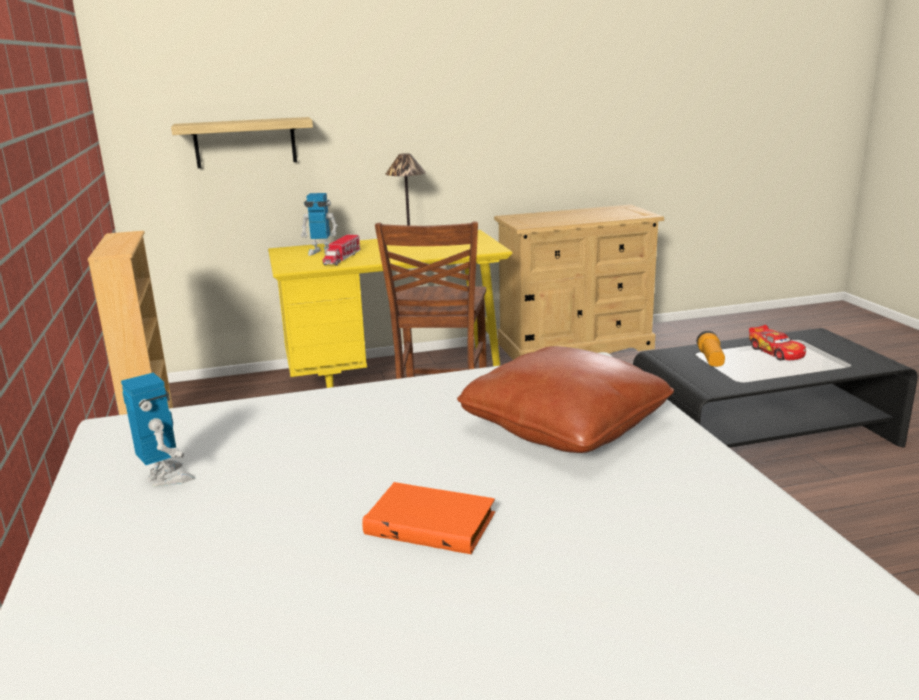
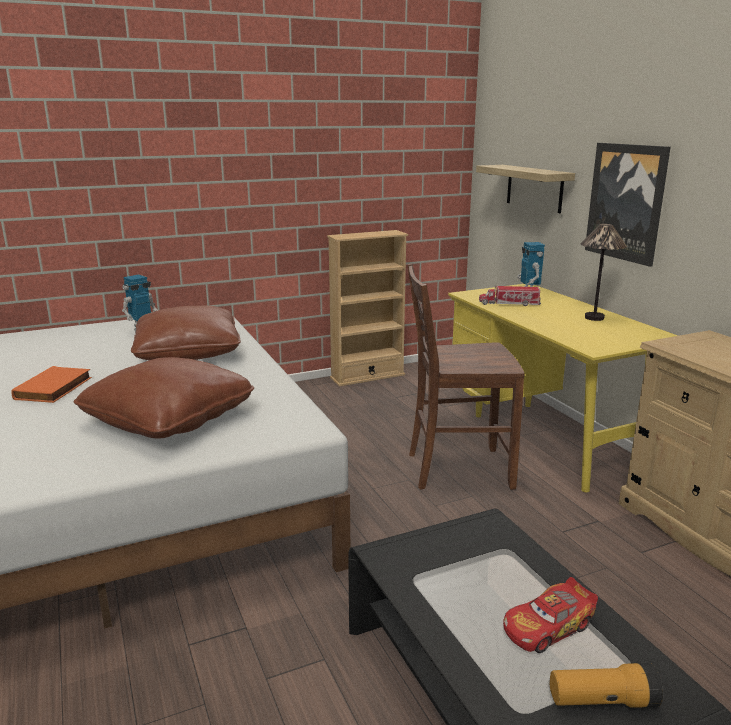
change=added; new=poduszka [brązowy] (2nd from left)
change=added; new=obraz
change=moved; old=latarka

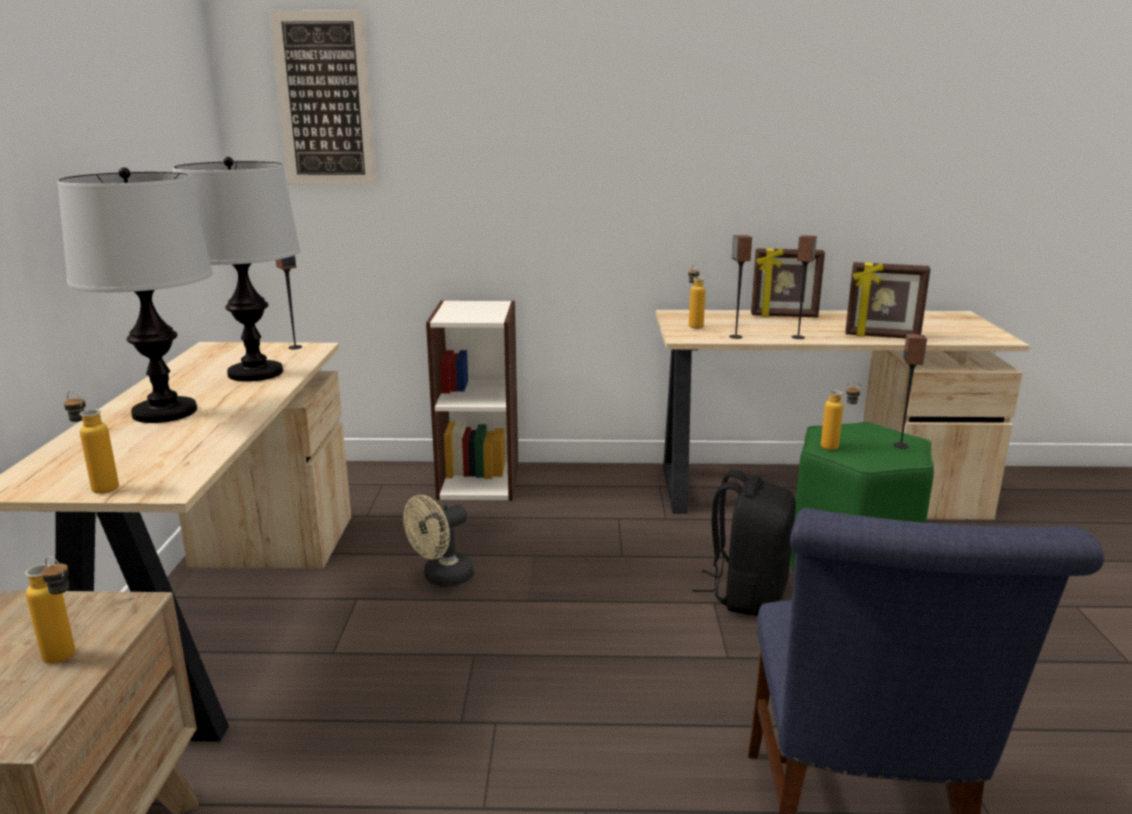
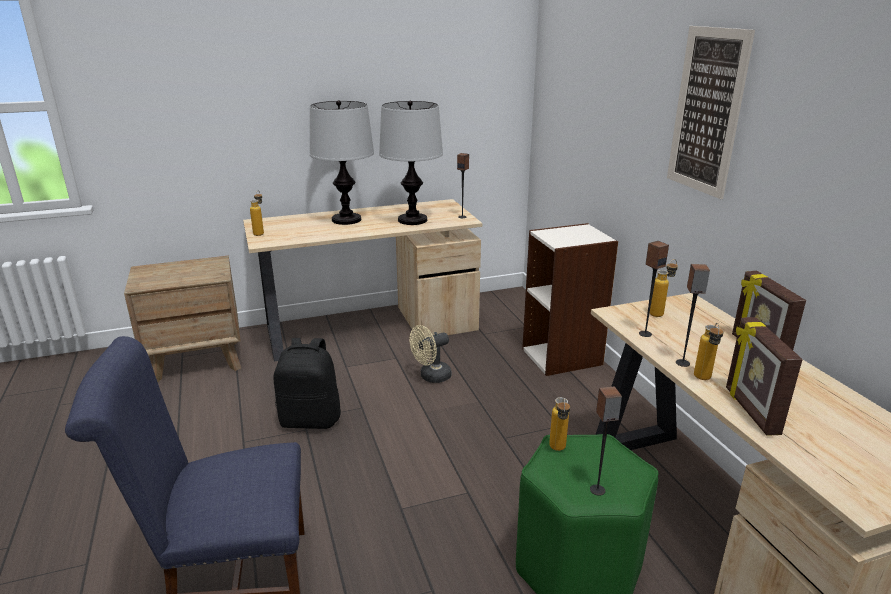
change=moved; old=butelka (1st from left in the first image); new=butelka (4th from left)
change=moved; old=obraz
change=moved; old=plecak [czarny]
change=turned; old=wentylator [beżowy]; degrees=-60

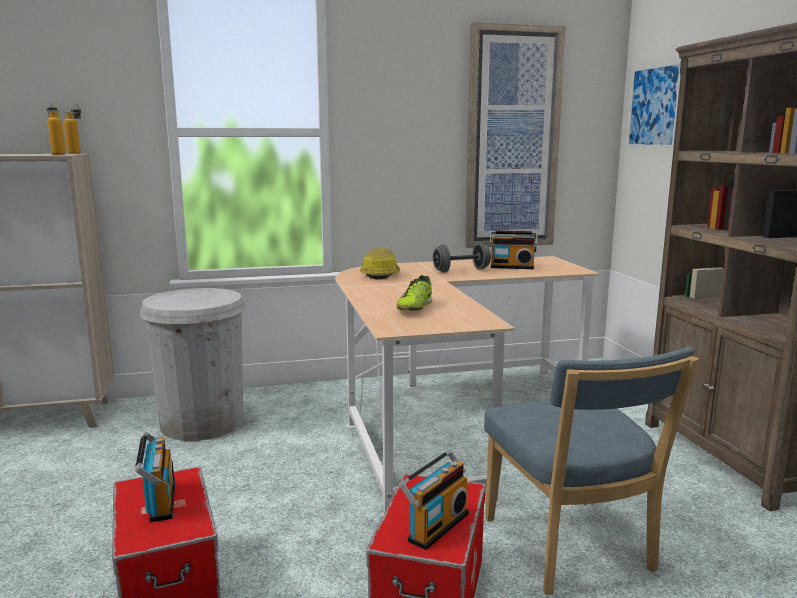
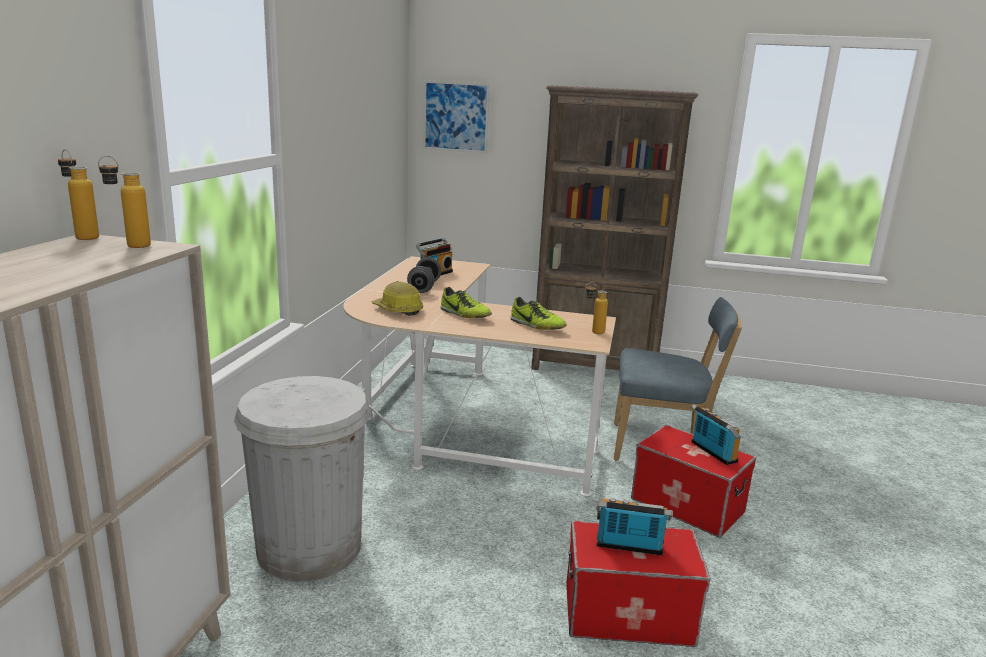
change=removed; old=obraz (1st from left)
change=added; new=but (1st from left)
change=added; new=butelka (3rd from left)

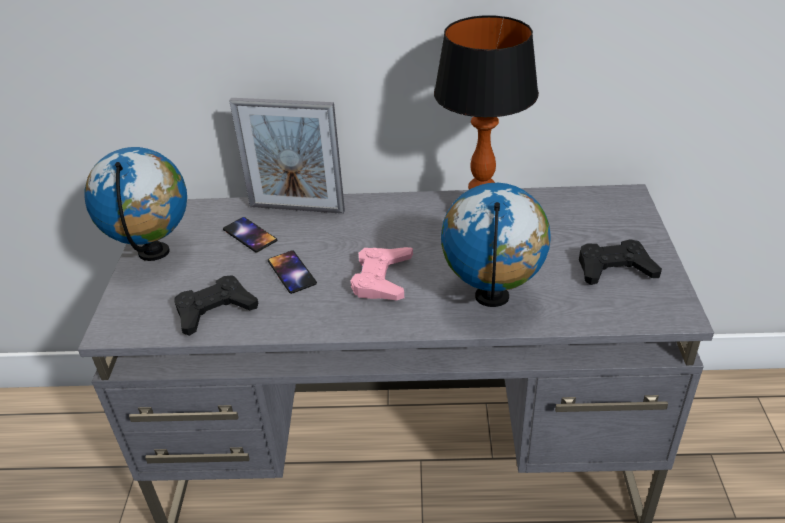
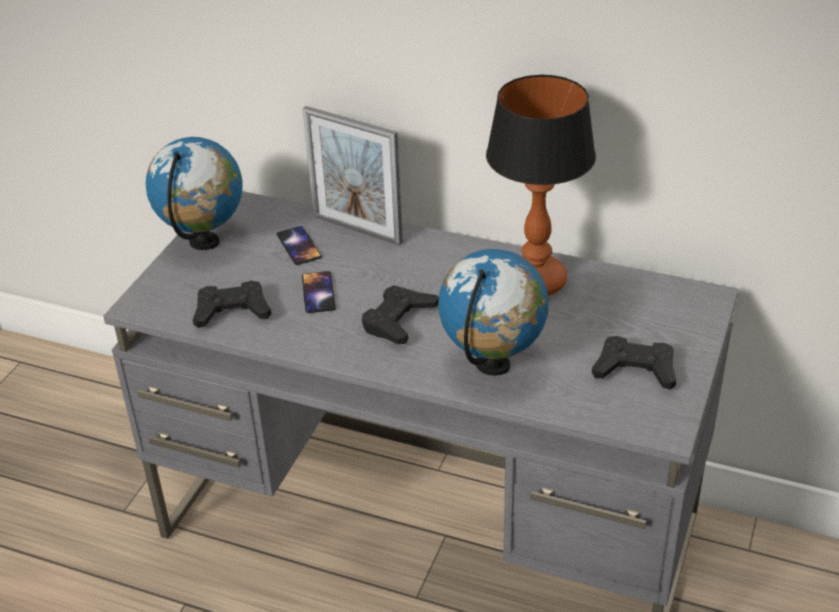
change=recoloured; old=pad do gier [różowy]; new=pad do gier [czarny] (2nd from left)

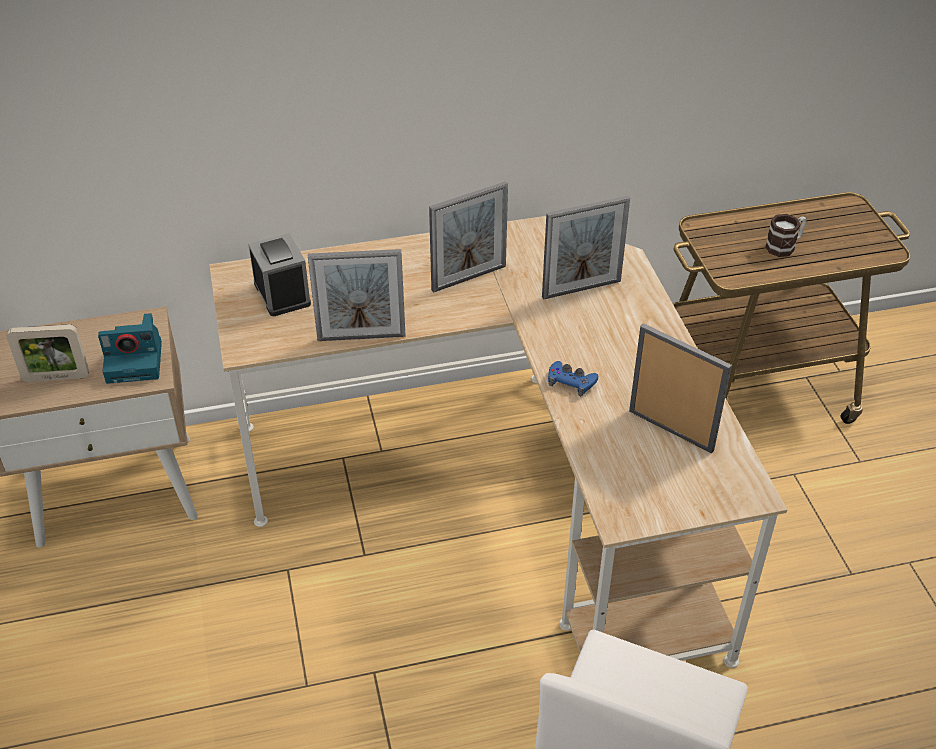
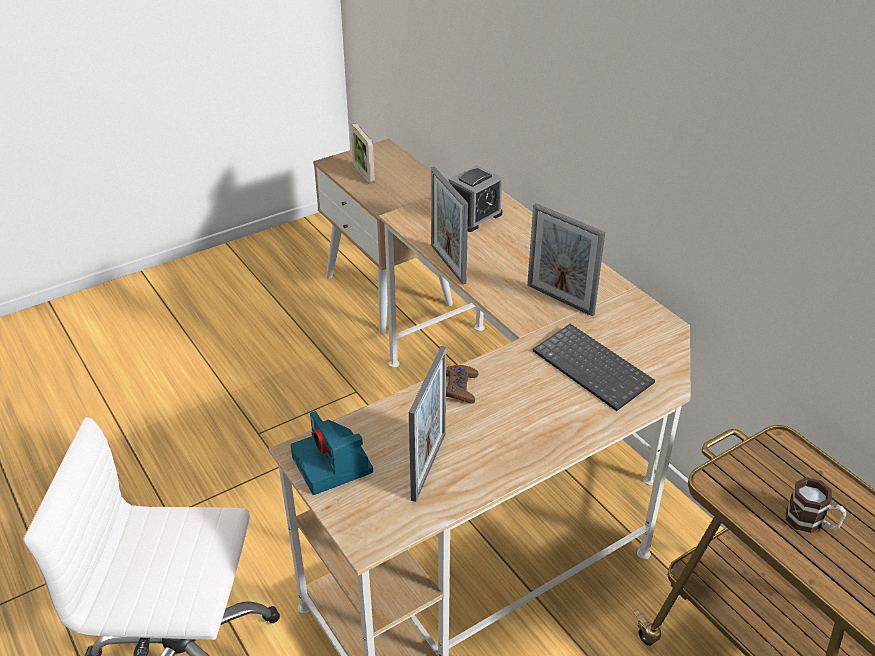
change=moved; old=aparat fotograficzny
change=replaced; old=ramka na zdjęcie (4th from left); new=klawiatura
change=recoloured; old=pad do gier [niebieski]; new=pad do gier [brązowy]

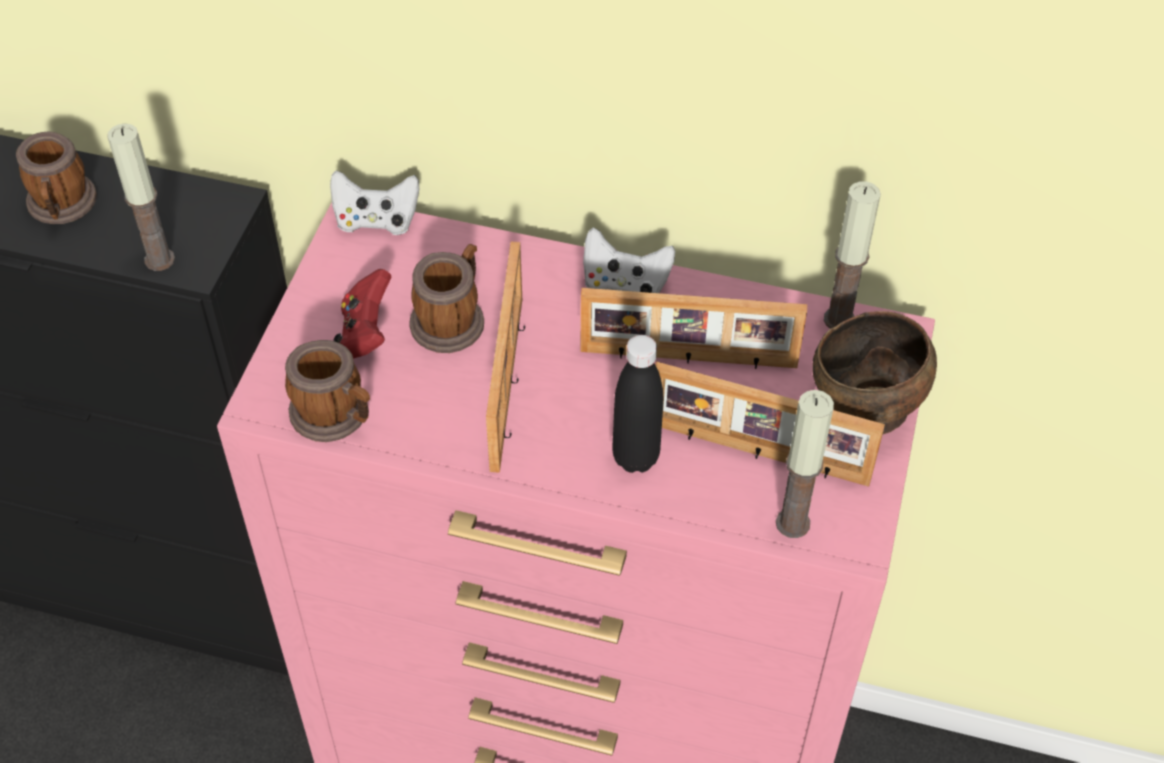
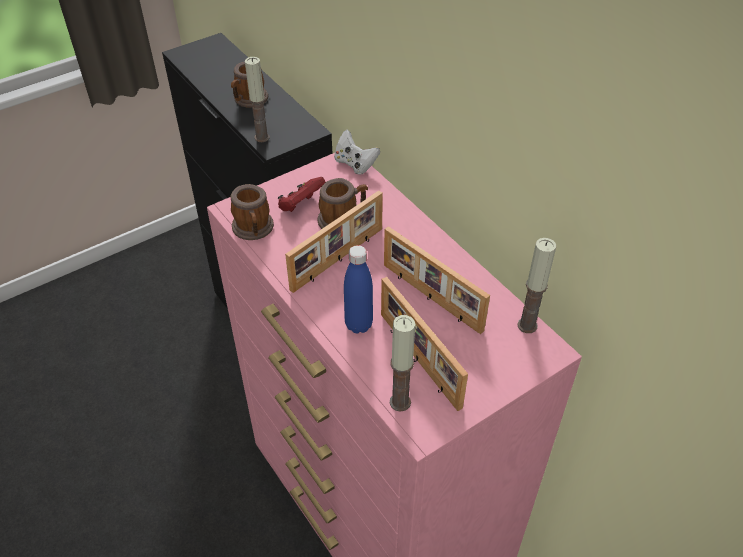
change=removed; old=pad do gier [biały] (2nd from left)
change=removed; old=miska [brązowy]
change=recoloured; old=butelka [czarny]; new=butelka [niebieski]

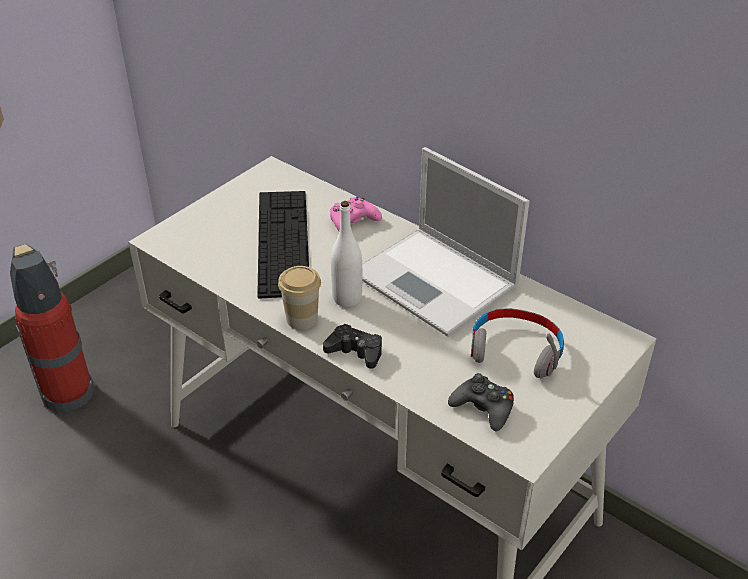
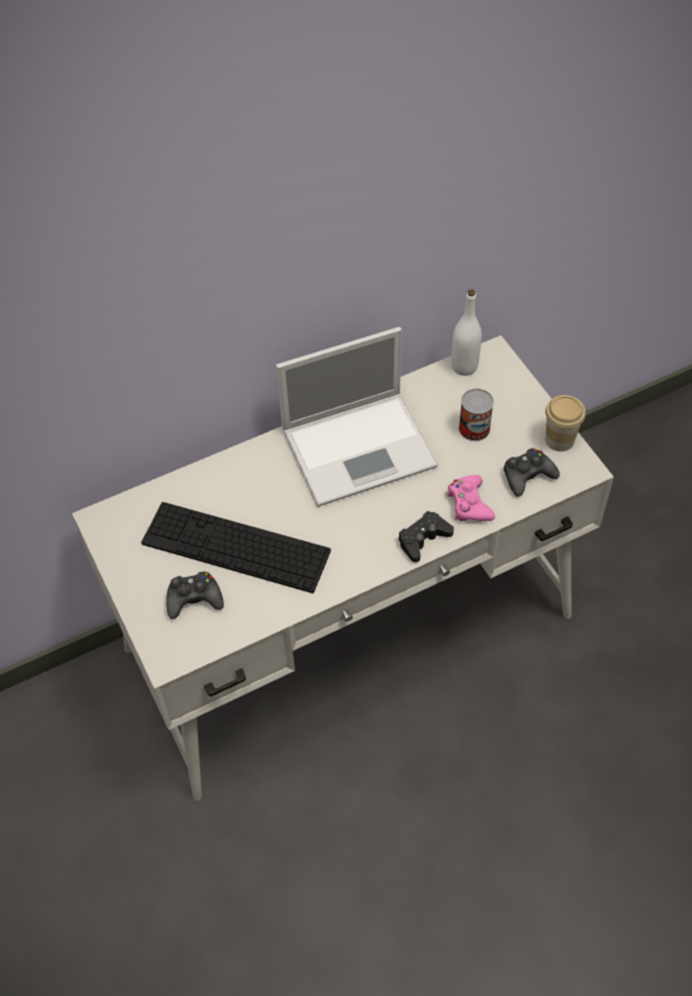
change=removed; old=gaśnica
change=added; new=pad do gier [czarny] (1st from left)
change=moved; old=filiżanka
change=moved; old=pad do gier [różowy]
change=moved; old=butelka [biały]
change=replaced; old=słuchawki [szary]; new=puszka

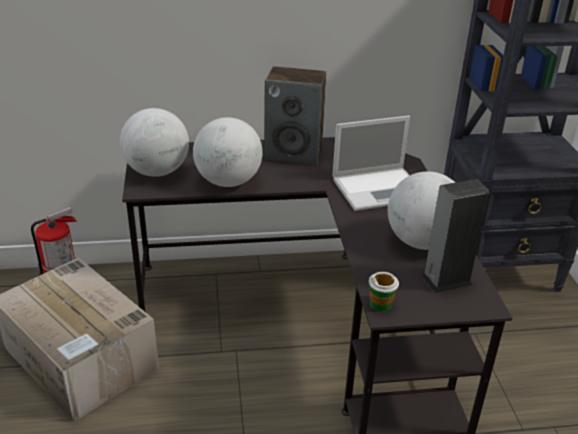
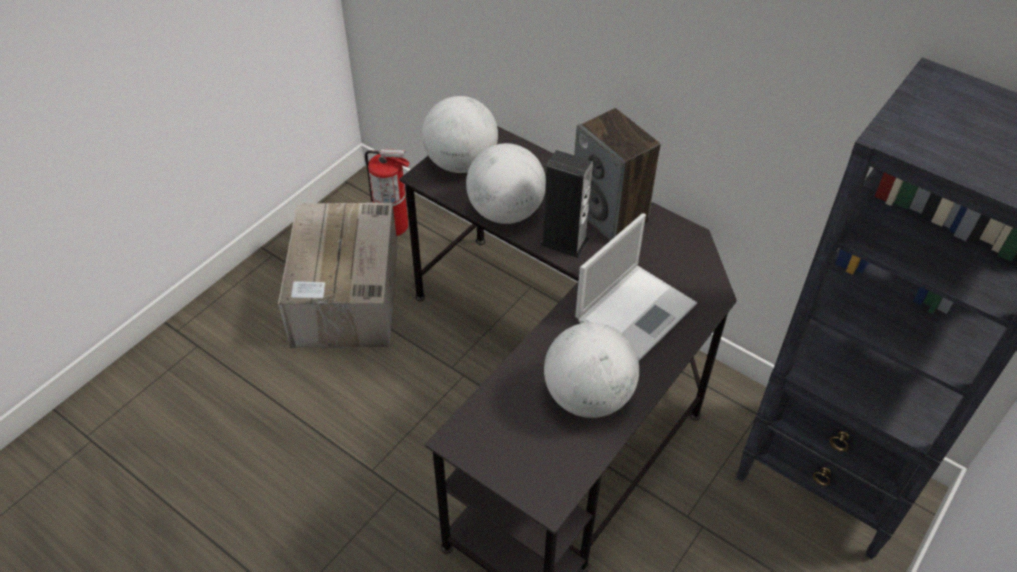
change=removed; old=filiżanka
change=moved; old=głośnik (2nd from left in the first image); new=głośnik (1st from left)
change=turned; old=laptop; degrees=-75

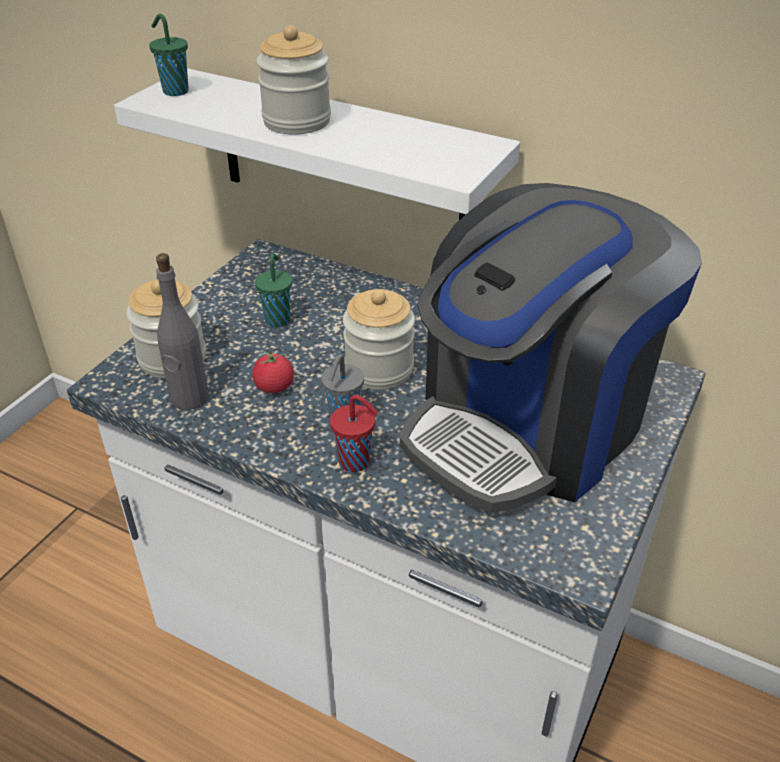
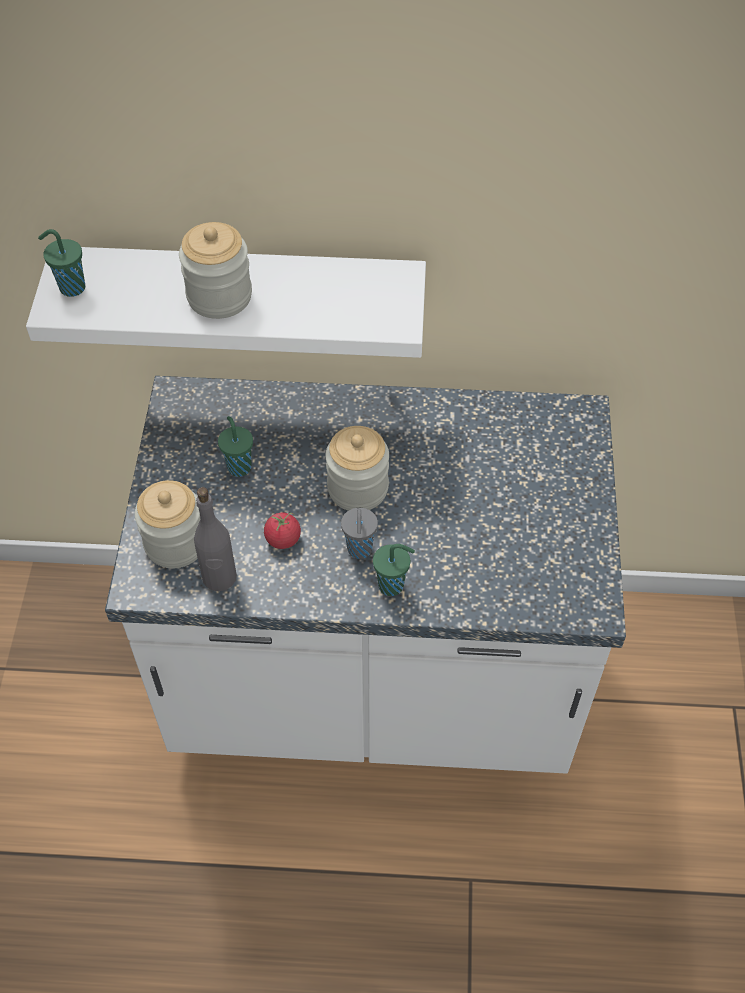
change=removed; old=ekspres do kawy
change=recoloured; old=filiżanka [czerwony]; new=filiżanka [zielony] (3rd from left)

